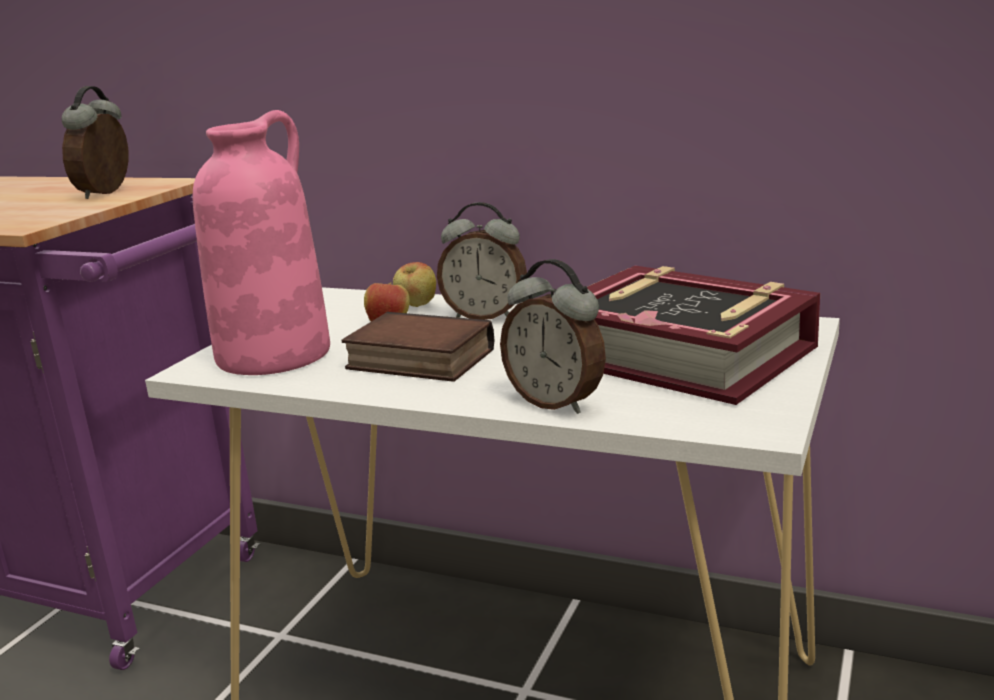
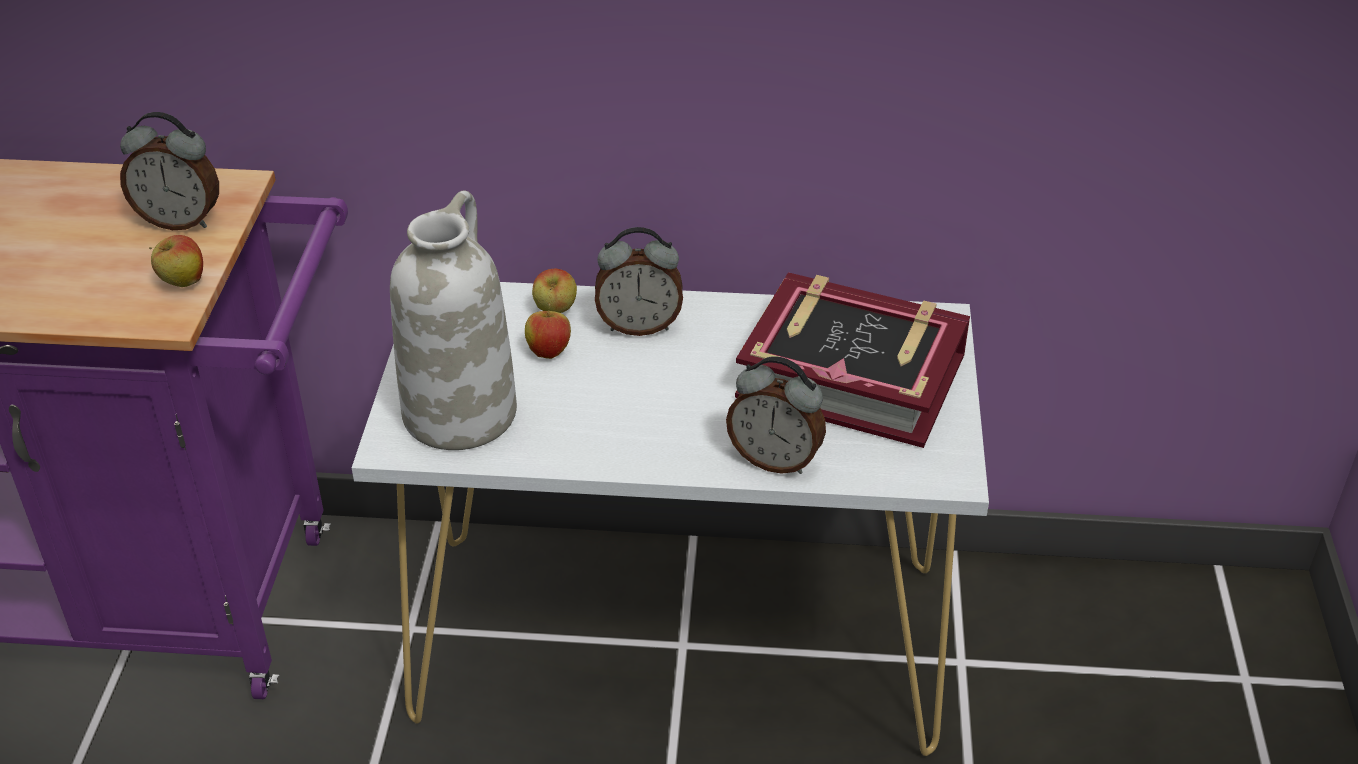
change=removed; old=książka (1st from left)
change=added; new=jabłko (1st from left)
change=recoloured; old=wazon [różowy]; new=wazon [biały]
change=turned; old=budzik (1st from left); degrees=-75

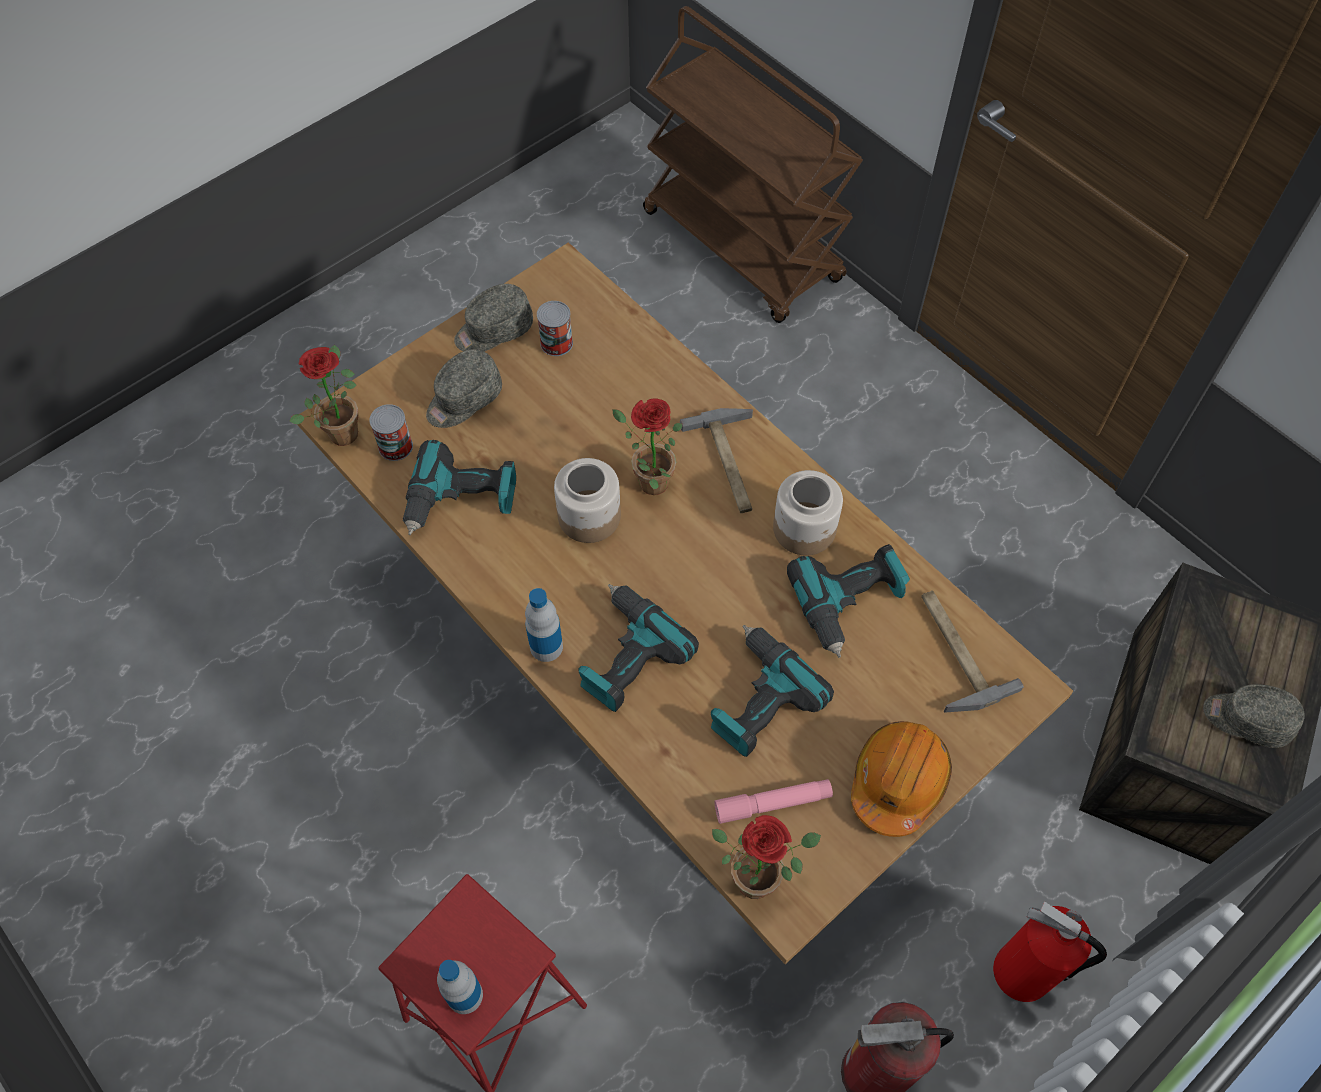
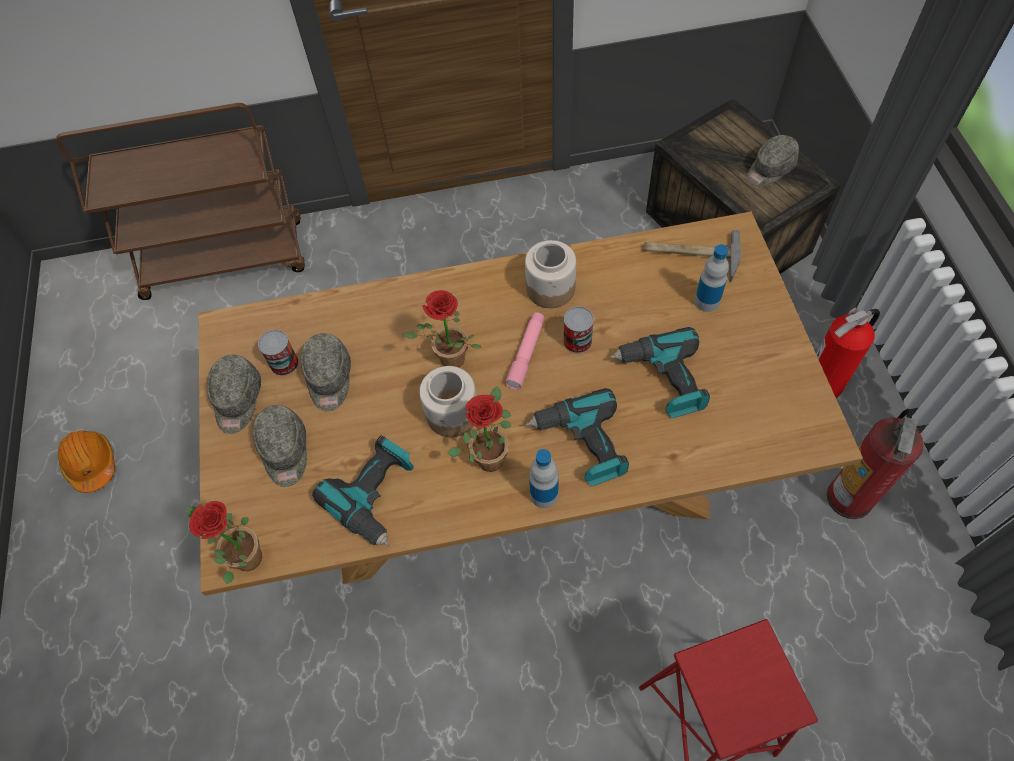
change=removed; old=młotek (1st from left)
change=removed; old=wiertarka (4th from left)
change=added; new=czapka z daszkiem [szary] (3rd from left)
change=moved; old=puszka (1st from left in the first image); new=puszka (2nd from left)
change=moved; old=butelka (1st from left in the first image); new=butelka (2nd from left)
change=moved; old=roślina doniczkowa (3rd from left)
change=moved; old=latarka [różowy]
change=moved; old=kask [pomarańczowy]

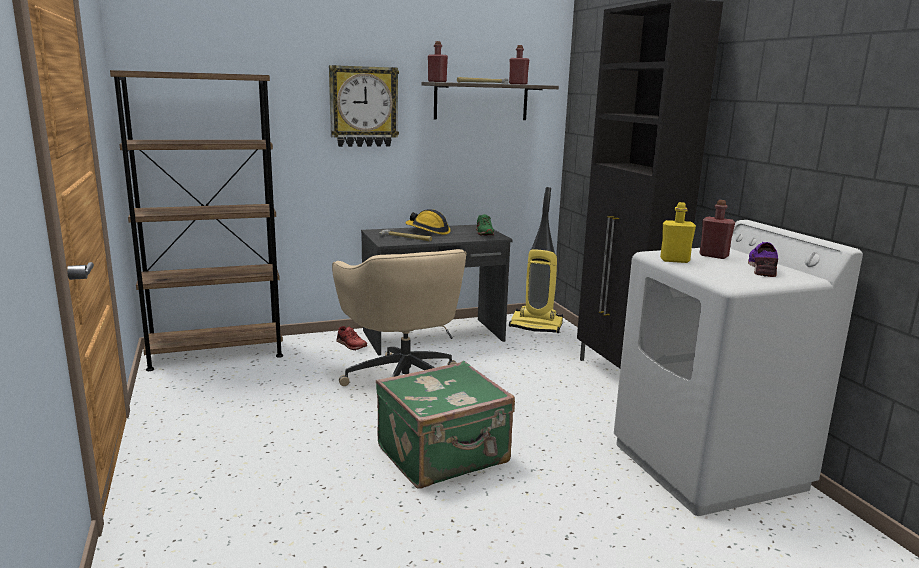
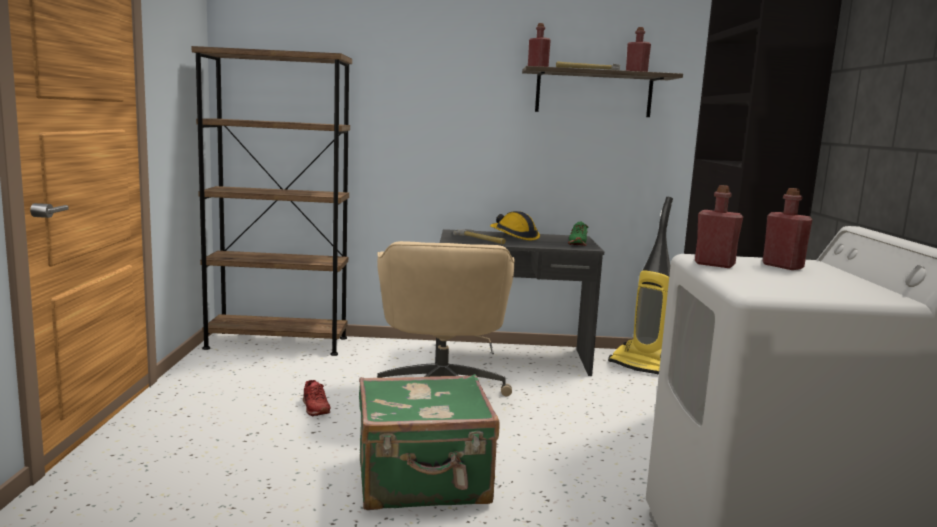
change=removed; old=zegar ścienny
change=removed; old=but [fioletowy]
change=moved; old=but [czerwony]
change=recoloured; old=butelka [żółty]; new=butelka [czerwony] (3rd from left)

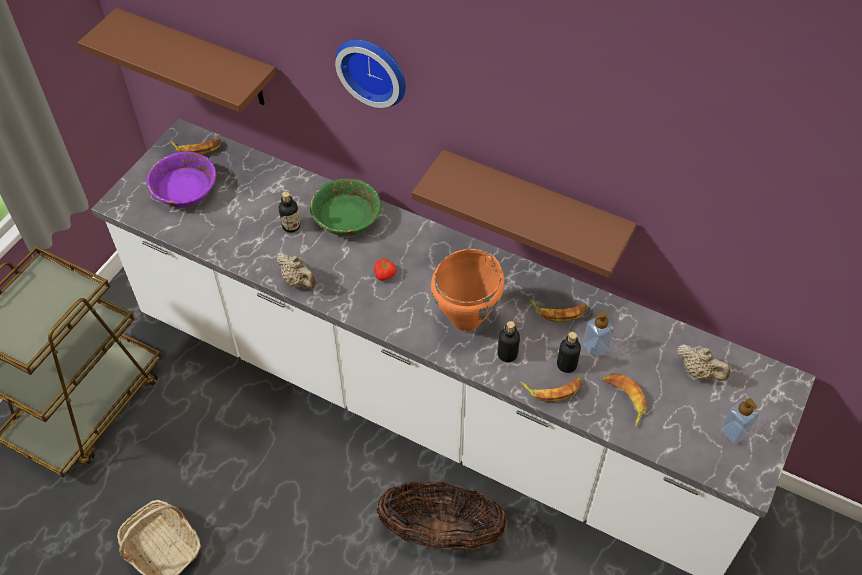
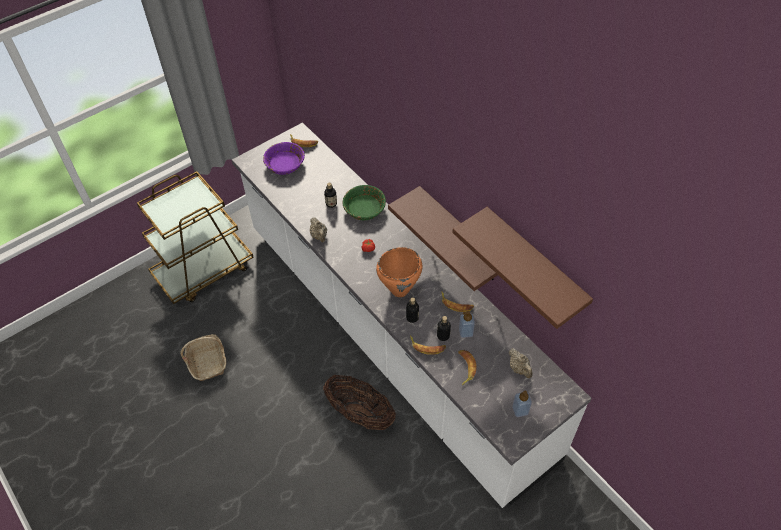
change=removed; old=zegar ścienny
change=moved; old=półka [brązowy] (1st from left in the first image); new=półka [brązowy] (2nd from left)

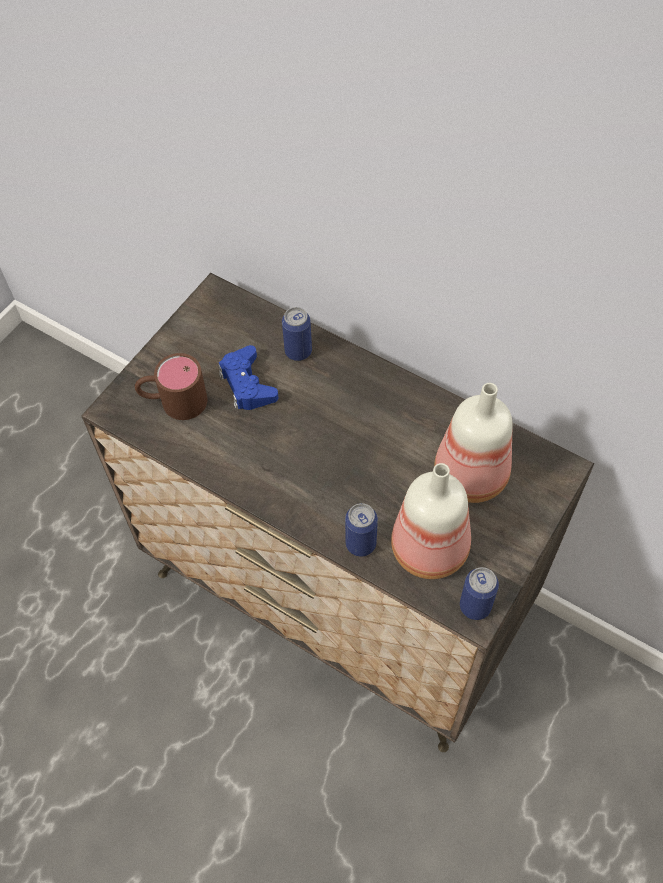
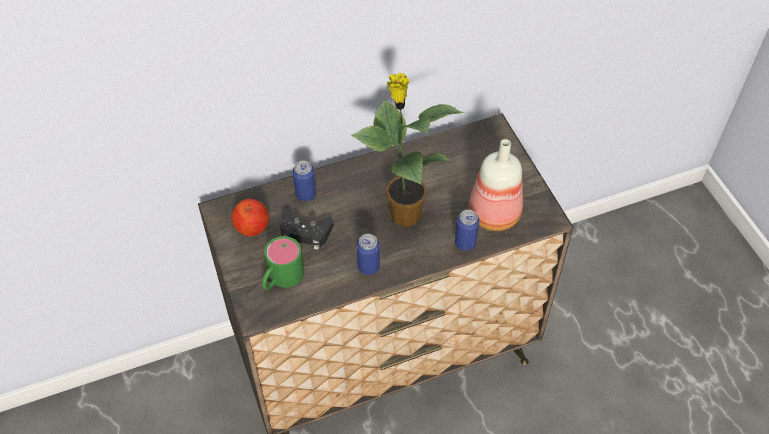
change=removed; old=butelka (2nd from left)
change=added; new=jabłko
change=added; new=roślina doniczkowa
change=moved; old=puszka (3rd from left in the first image); new=puszka (2nd from left)
change=recoloured; old=kubek [brązowy]; new=kubek [zielony]
change=recoloured; old=pad do gier [niebieski]; new=pad do gier [czarny]

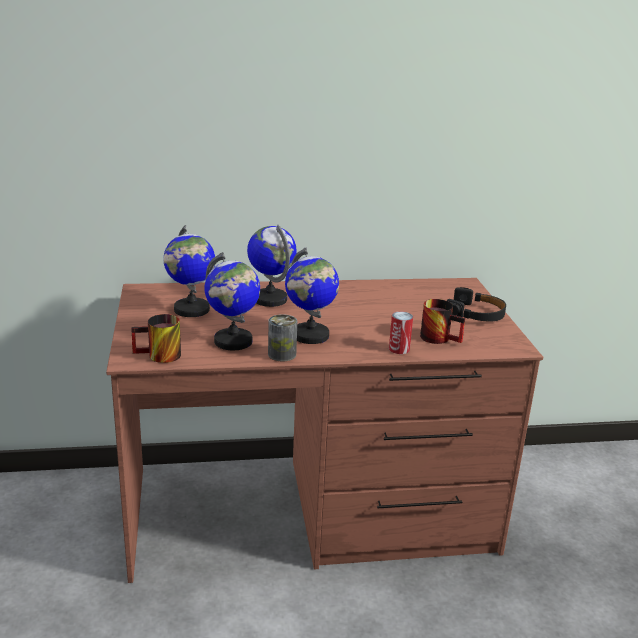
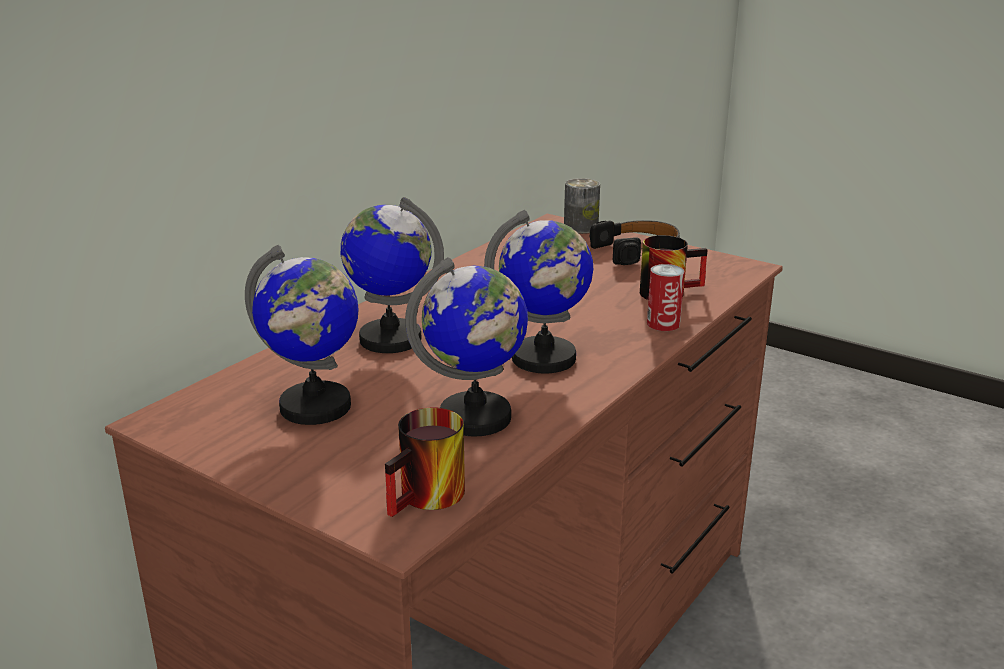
change=moved; old=puszka (1st from left)

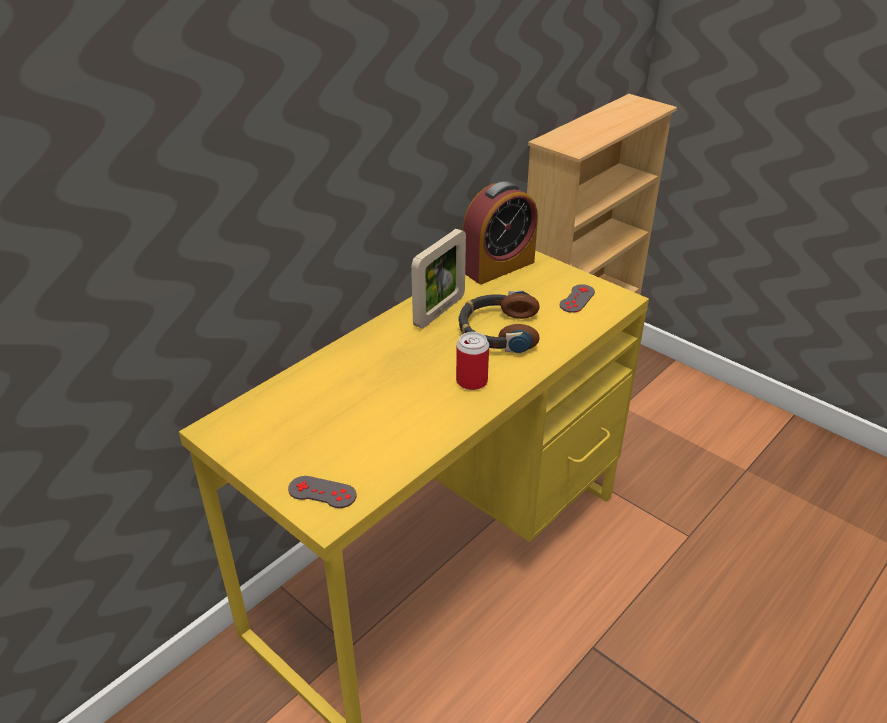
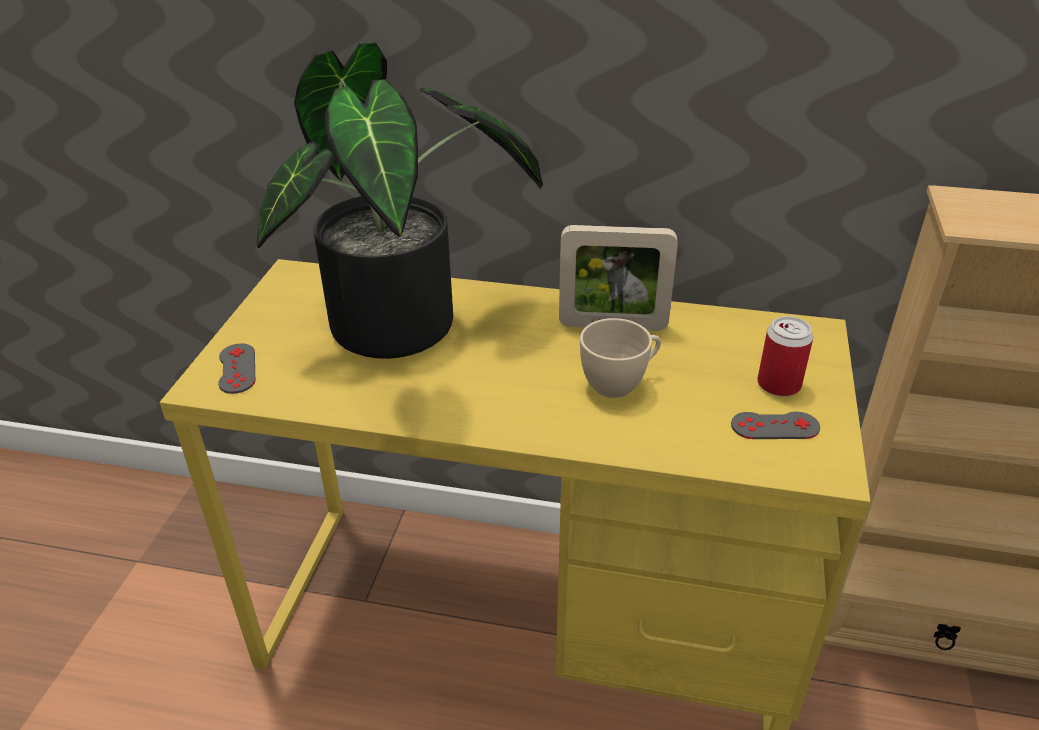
change=removed; old=budzik
change=added; new=roślina doniczkowa
change=moved; old=puszka
change=replaced; old=słuchawki; new=filiżanka [beżowy]

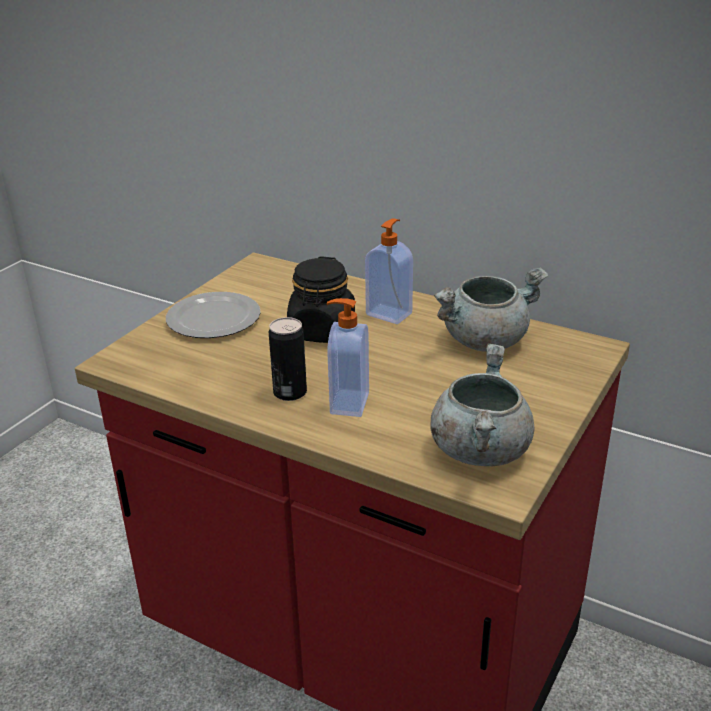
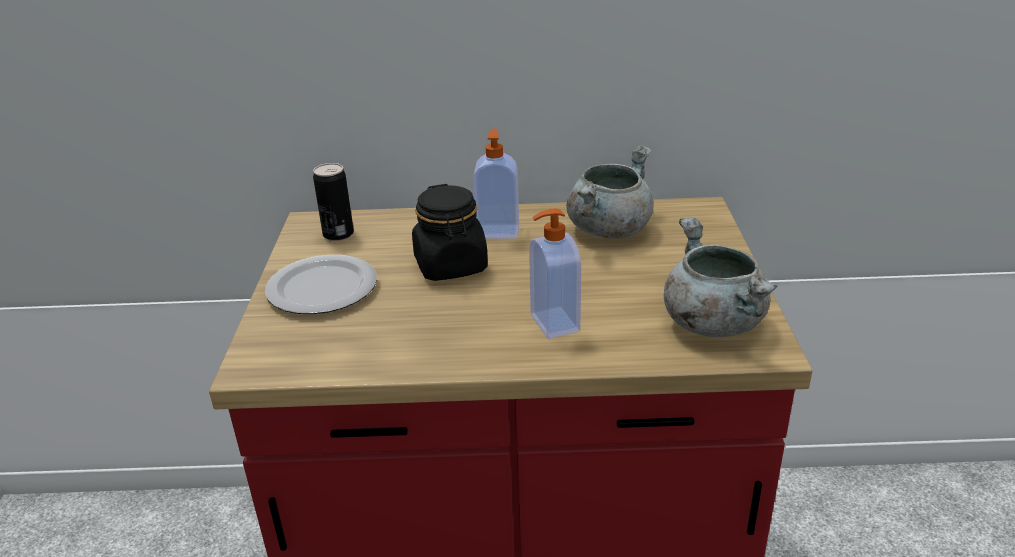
change=moved; old=puszka

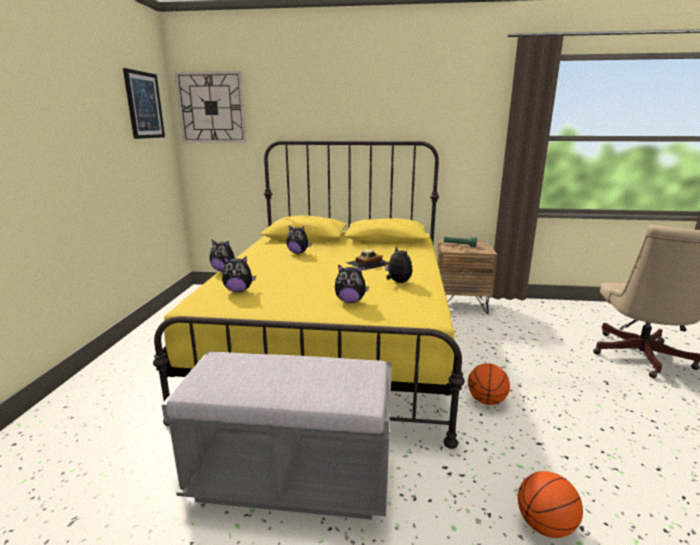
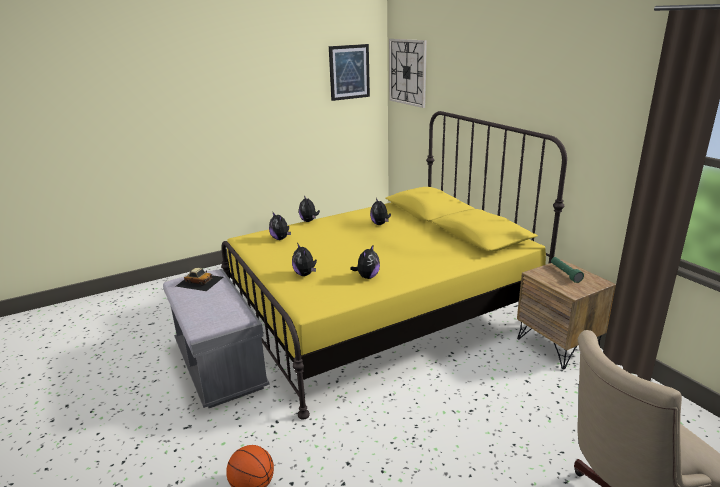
change=removed; old=piłka do koszykówki (1st from left)
change=moved; old=samochodzik

